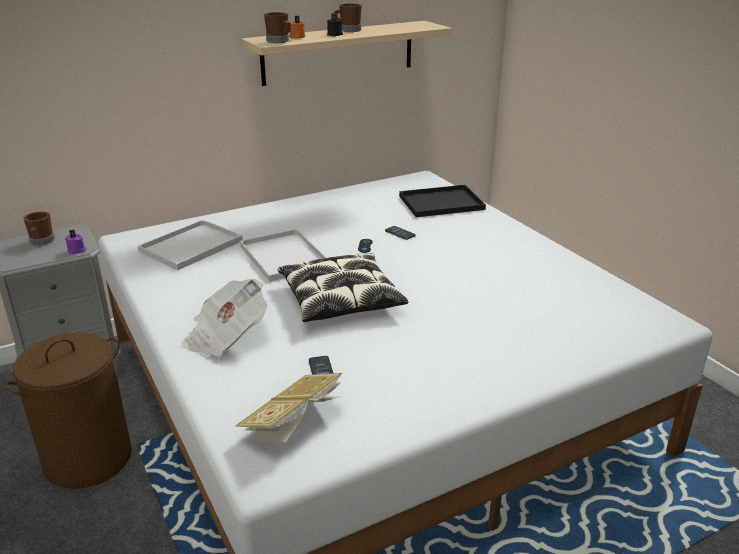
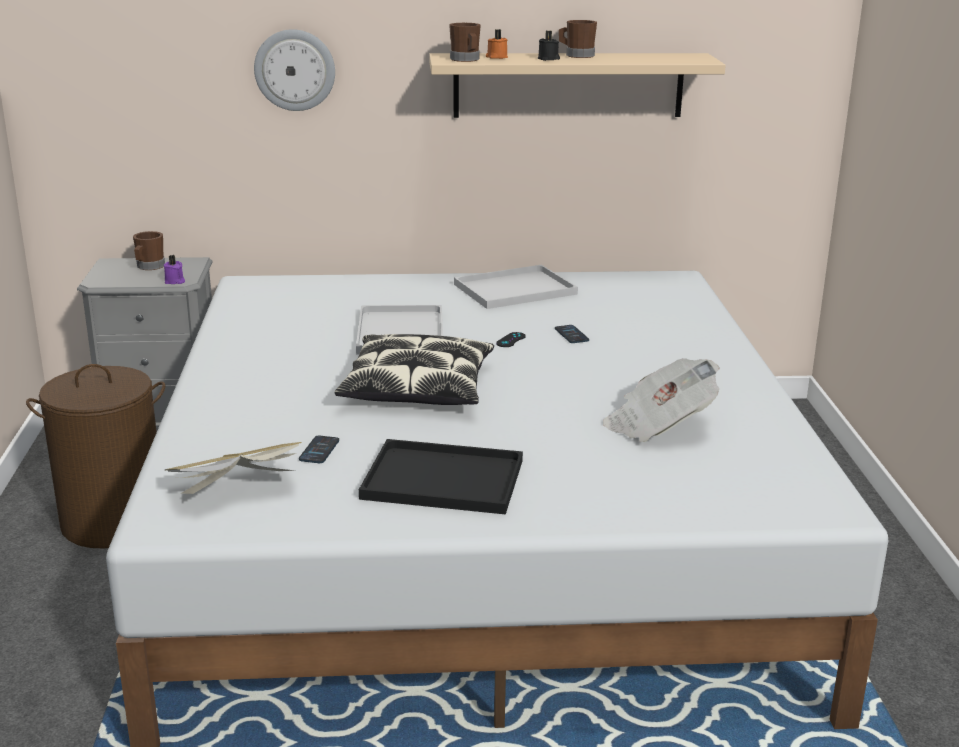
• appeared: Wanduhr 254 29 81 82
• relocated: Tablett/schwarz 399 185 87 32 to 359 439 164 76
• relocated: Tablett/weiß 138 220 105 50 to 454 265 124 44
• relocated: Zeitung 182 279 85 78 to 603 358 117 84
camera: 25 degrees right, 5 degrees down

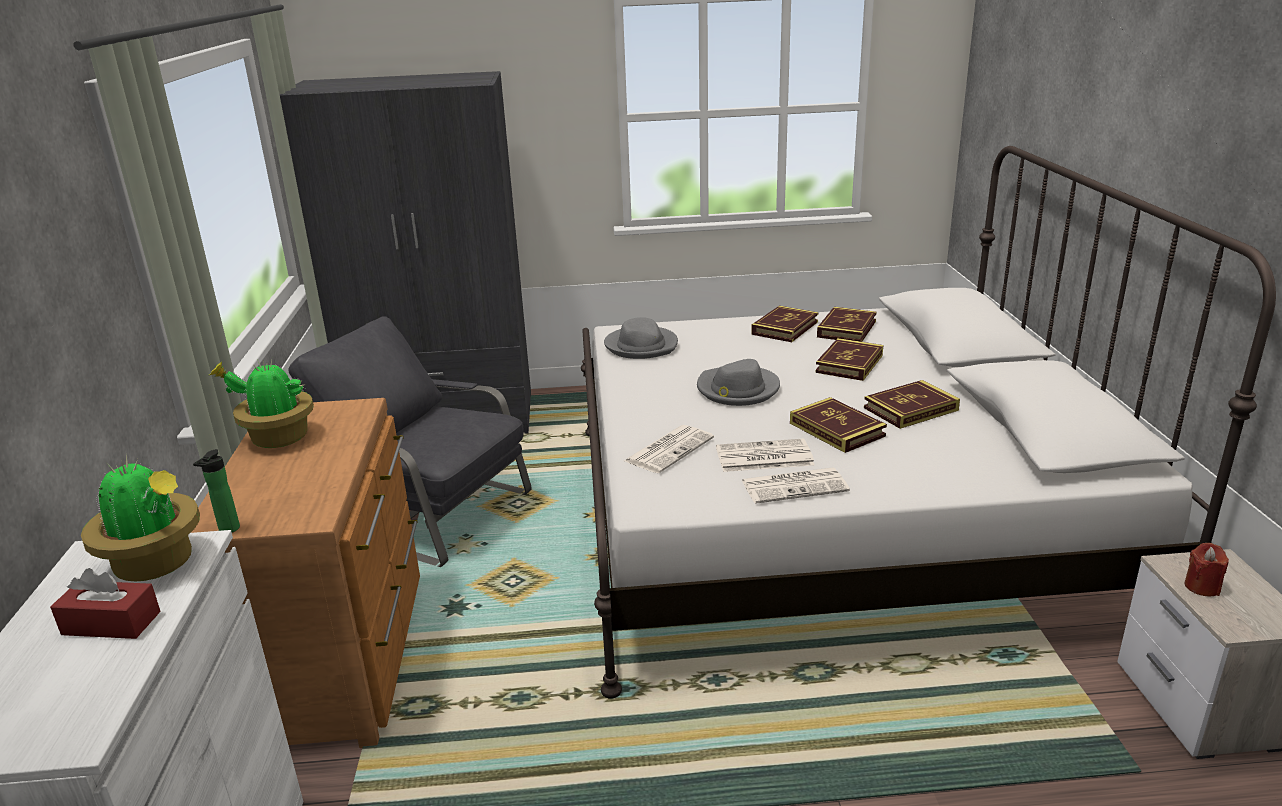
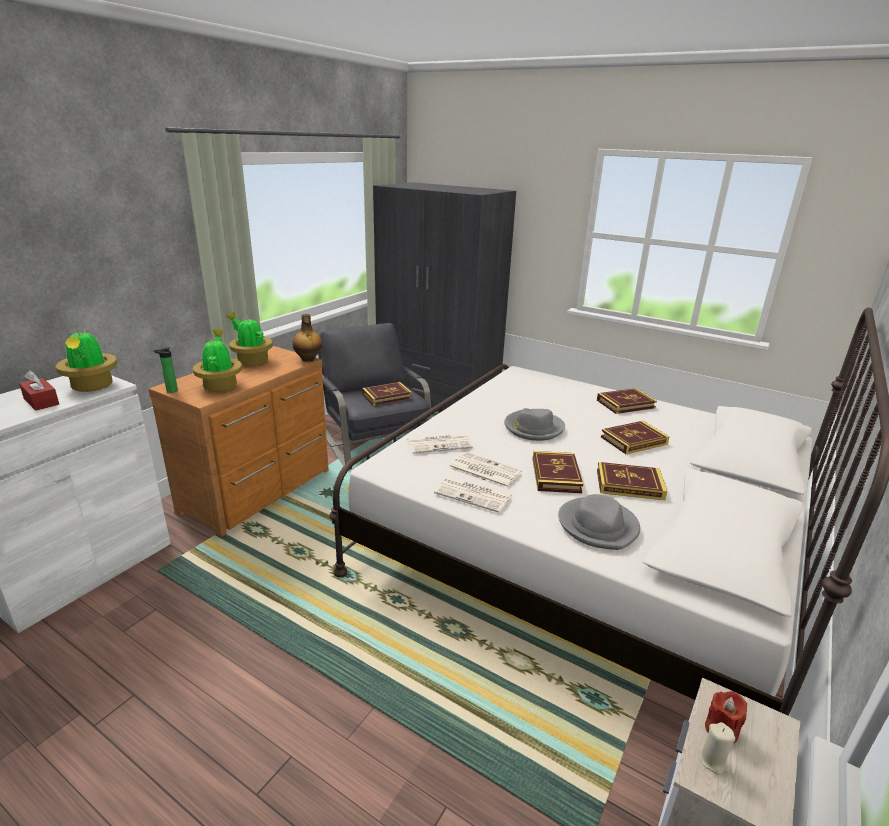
• appeared: Topfpflanze 193 329 49 63
• appeared: Flasche 292 314 30 48
• relocated: Buch 817 307 60 35 to 362 382 50 24
• relocated: Hut/grau 604 317 74 42 to 558 494 82 56
• appeared: Kerze/beige 698 722 37 53
camera: 35 degrees right, 0 degrees up

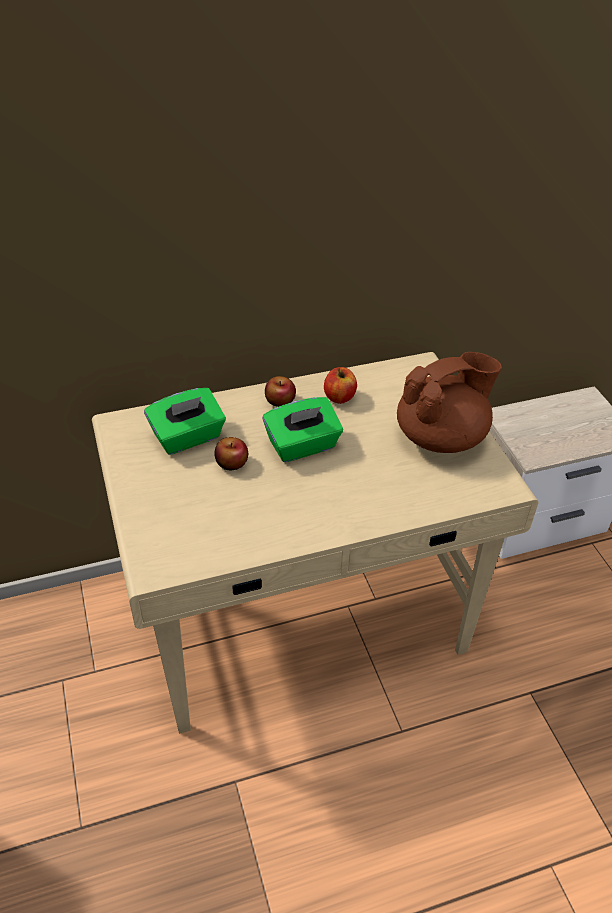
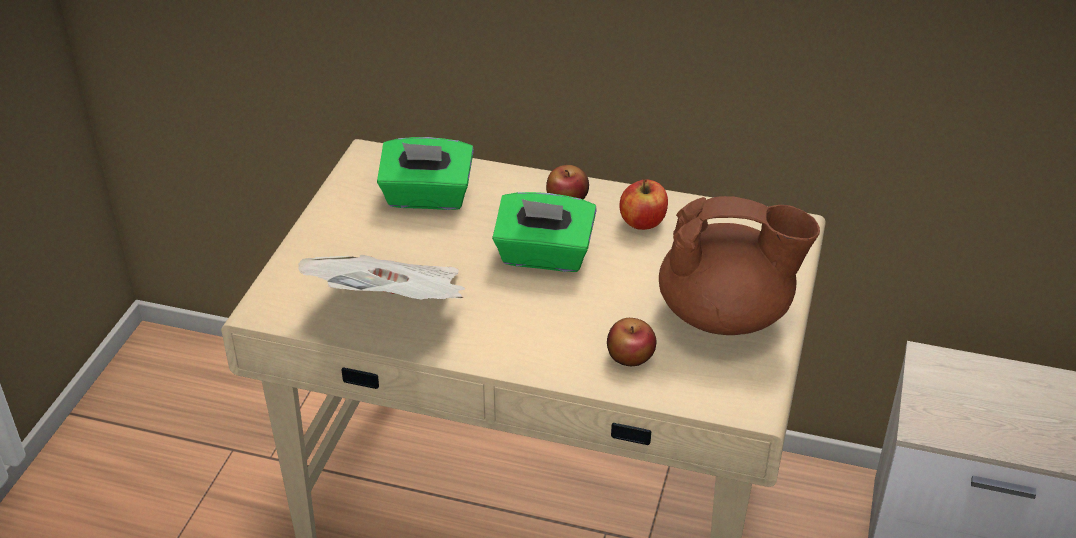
• appeared: Zeitung 298 255 168 44
• relocated: Apfel 215 437 33 33 to 607 318 50 48
camera: 35 degrees right, 5 degrees down

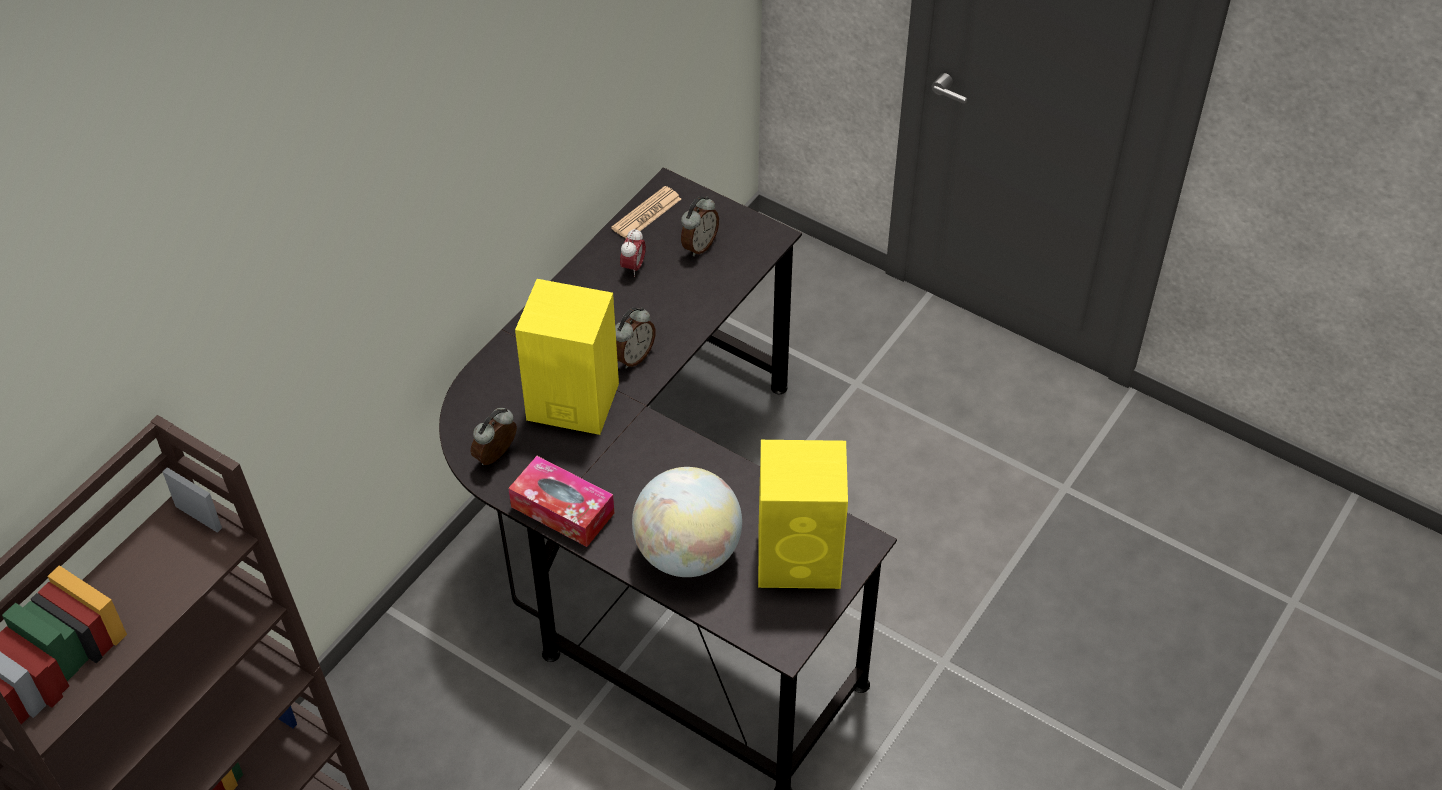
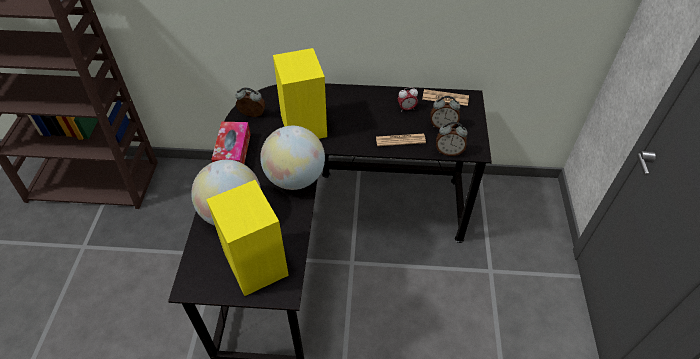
• appeared: Globus 260 126 65 64
• appeared: Zeitung 376 134 50 12
• relocated: Wecker 615 307 40 62 to 436 122 32 34
camera: 60 degrees right, 0 degrees up

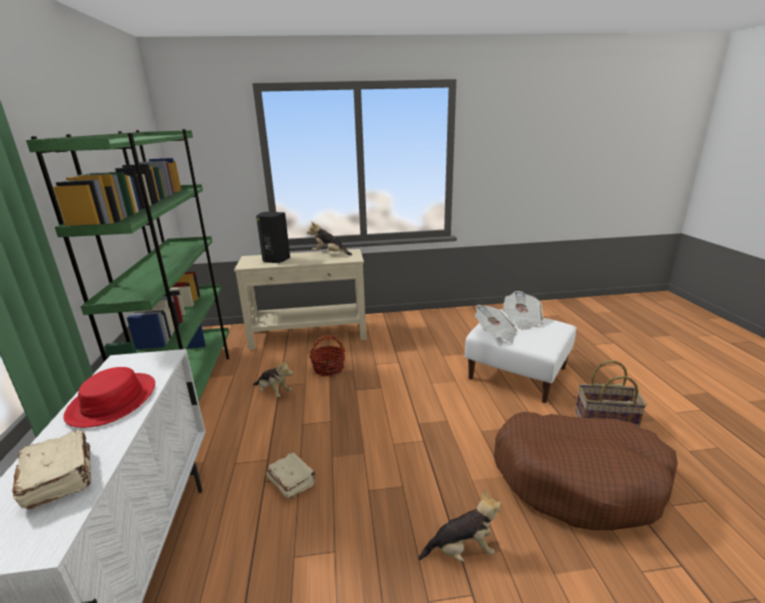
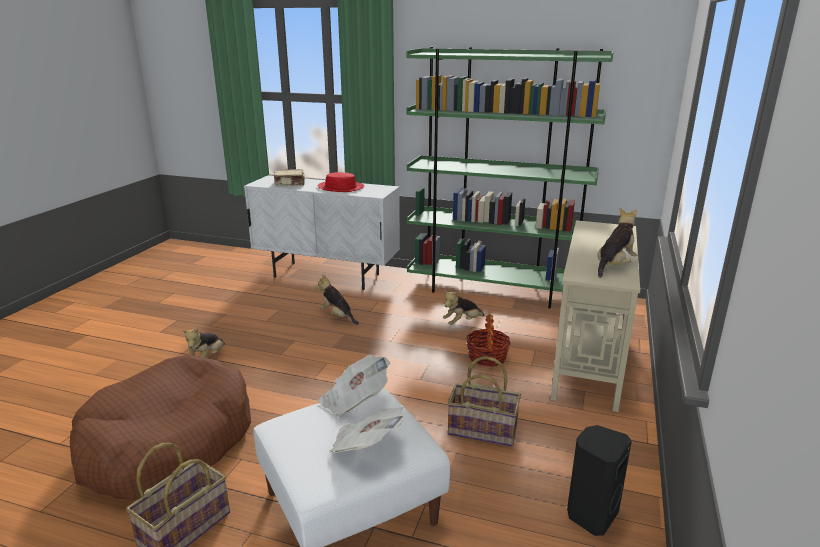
• exchanged: Buch/beige 266 452 50 47 to Plüschtier 315 274 44 51
• appeared: Korb 447 356 74 91
• relocated: Lautsprecher/schwarz 256 212 34 51 to 567 425 65 111
camera: 115 degrees right, 0 degrees up

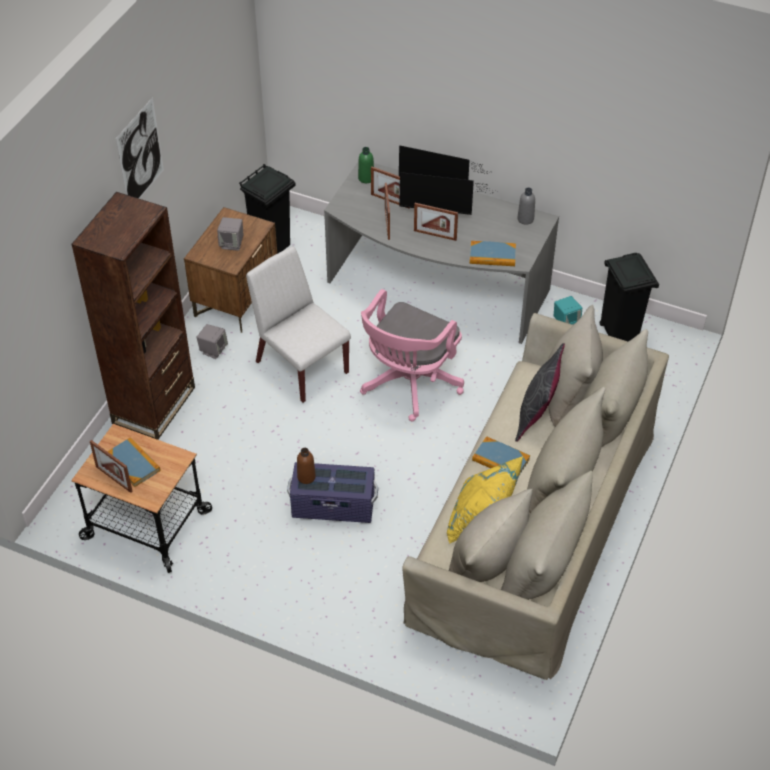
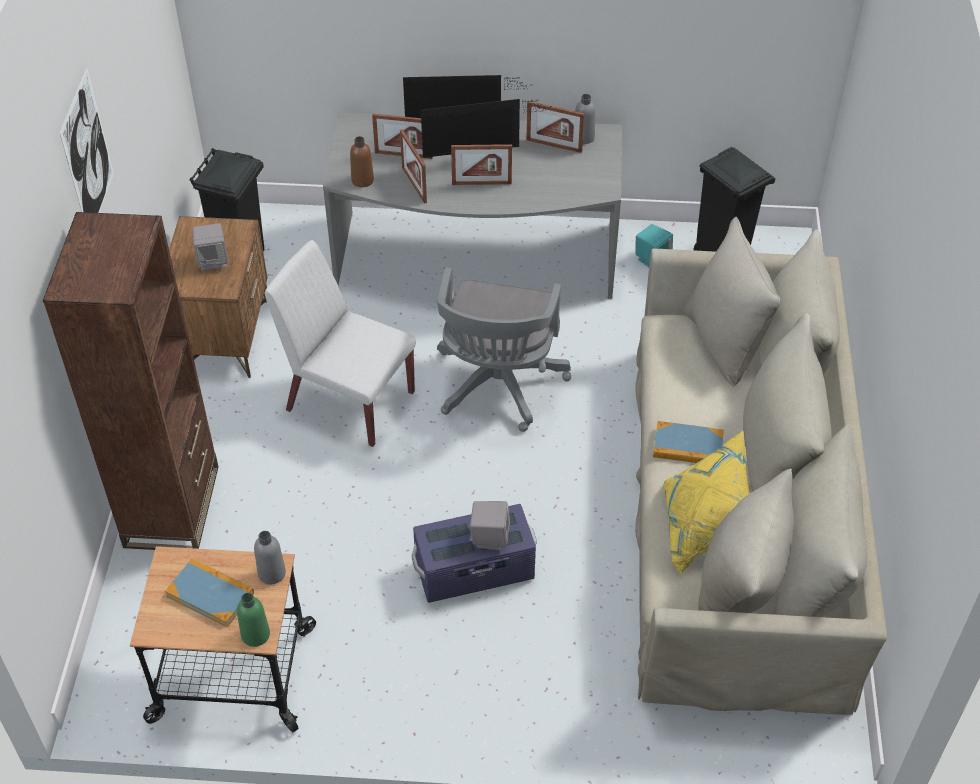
• relocated: Flasche/grün 358 147 16 36 to 237 593 33 54
• appeared: Flasche/grau 254 531 32 53
• relocated: Flasche/braun 297 448 19 36 to 350 136 24 51
• colour: Bürostuhl/rosa 360 289 104 132 to Bürostuhl/grau 437 267 134 165
• relocated: Lautsprecher/grau 197 324 31 35 to 470 501 40 49
• relocated: Bilderrahmen 90 440 43 53 to 527 101 58 52
• missing: Buch 470 241 46 25
• missing: Kissen/grau 515 343 50 99
camera: 20 degrees left, 0 degrees up

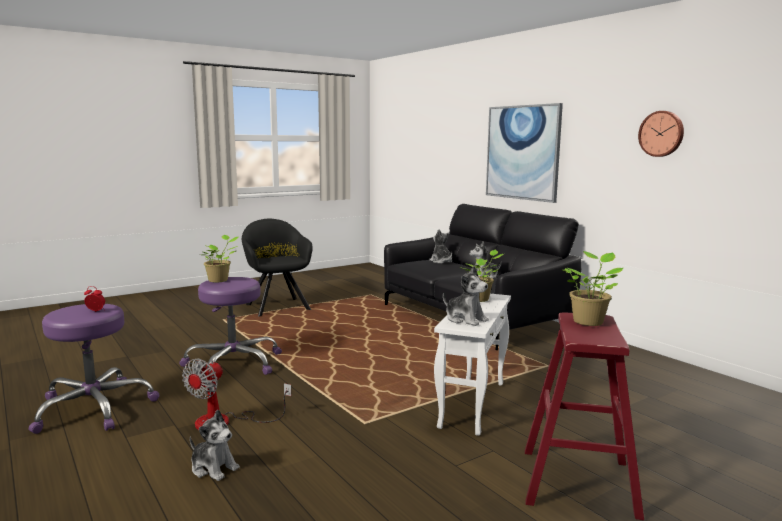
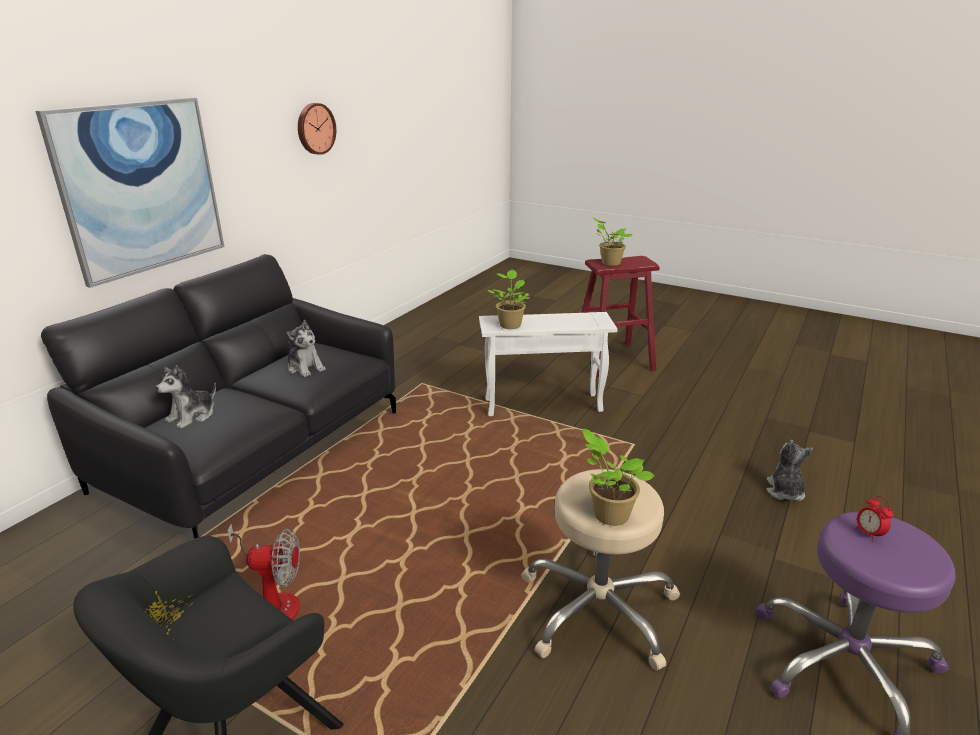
• relocated: Ventilator 182 358 109 72 to 228 524 72 95
• colour: Hocker/lila 179 277 103 98 to Hocker/beige 521 469 159 201
• missing: Plüschtier 443 266 46 60
camera: 115 degrees left, 15 degrees up

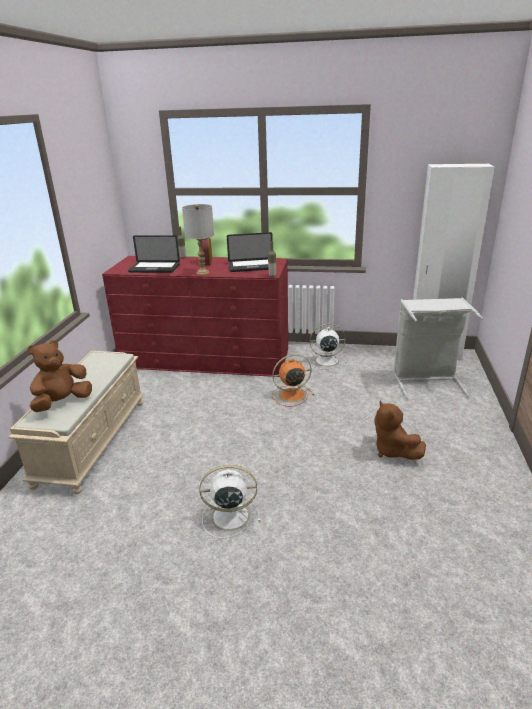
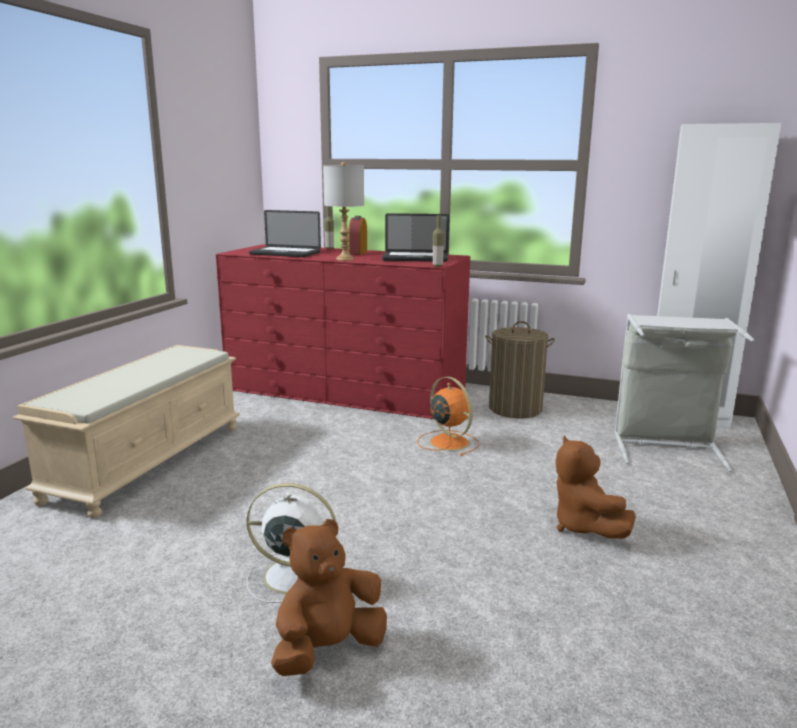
• relocated: Plüschtier/braun 28 340 64 72 to 271 519 116 157
• spun: Ventilator/orange 272 354 42 53 = 417 377 62 79 60 degrees clockwise
• exchanged: Ventilator/weiß 309 323 38 47 to Wäschekorb 485 321 70 97
camera: 10 degrees right, 10 degrees down

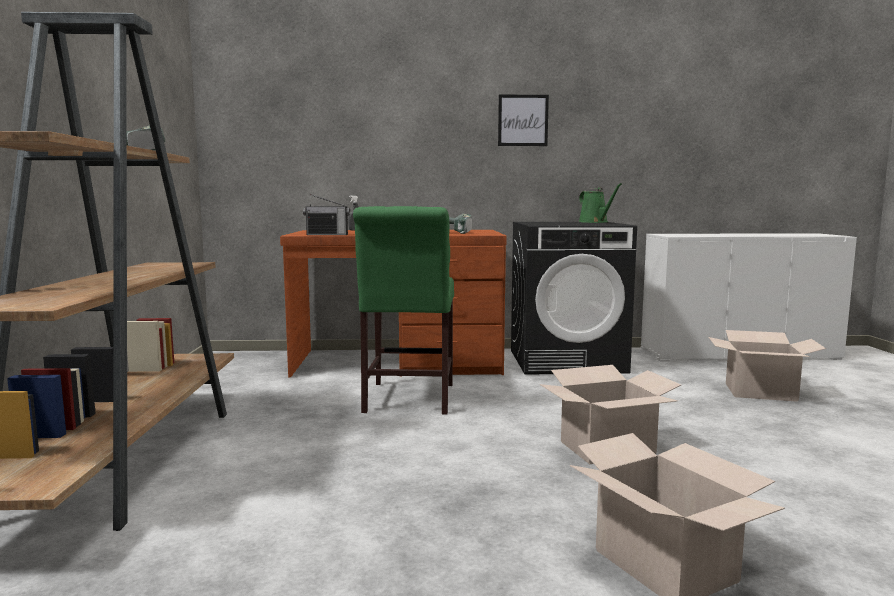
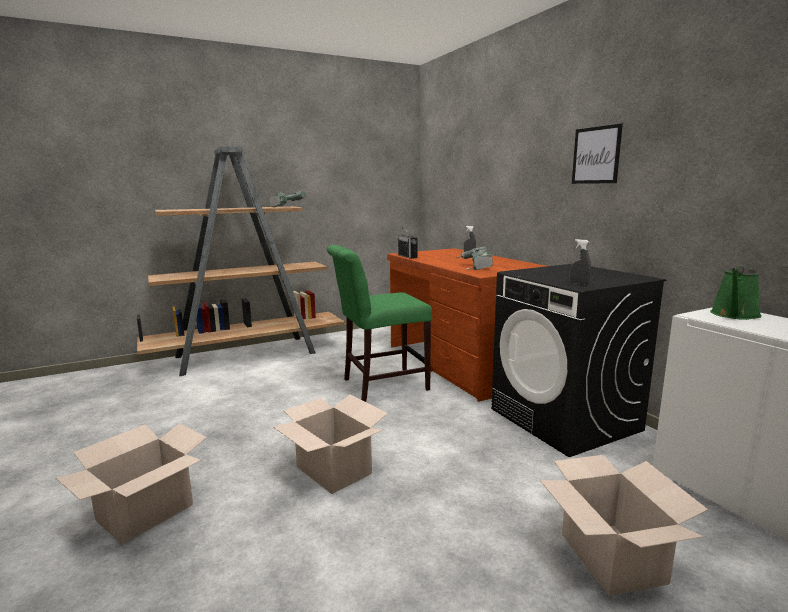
• appeared: Sprühflasche/grau 570 239 21 46
• relocated: Gießkanne/grün 579 183 43 40 to 710 266 52 54
camera: 65 degrees right, 5 degrees up

